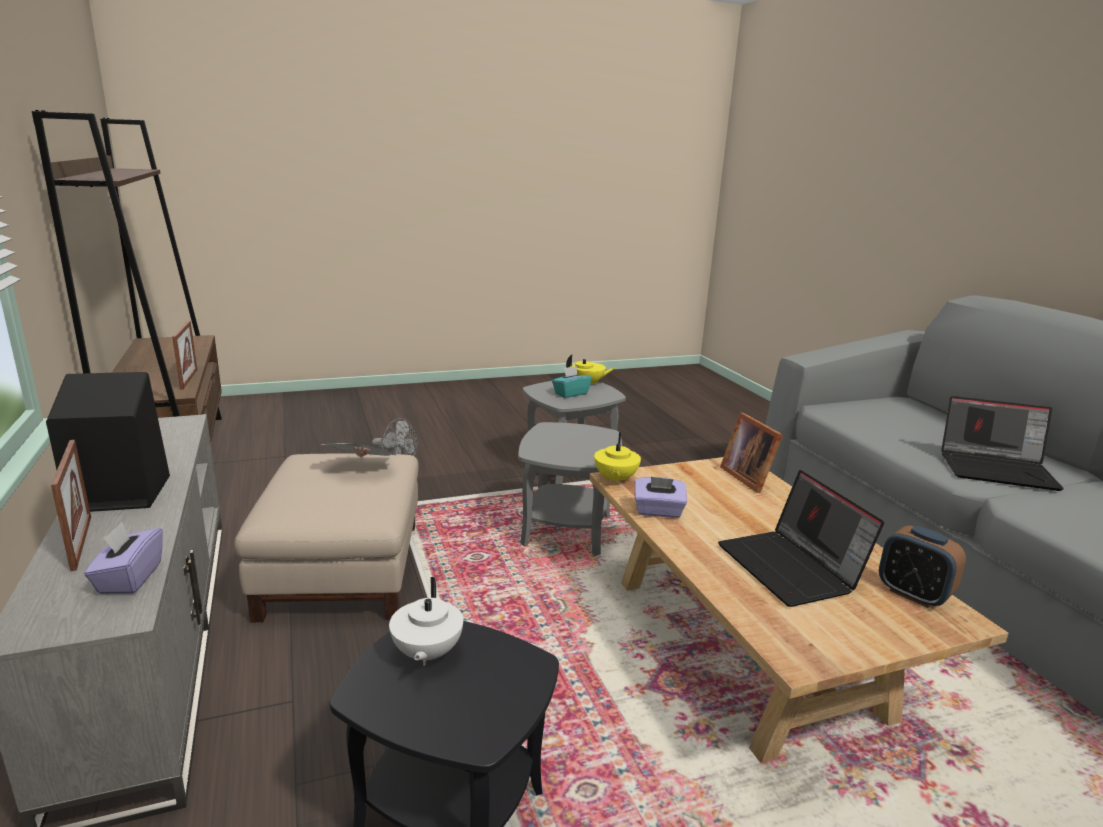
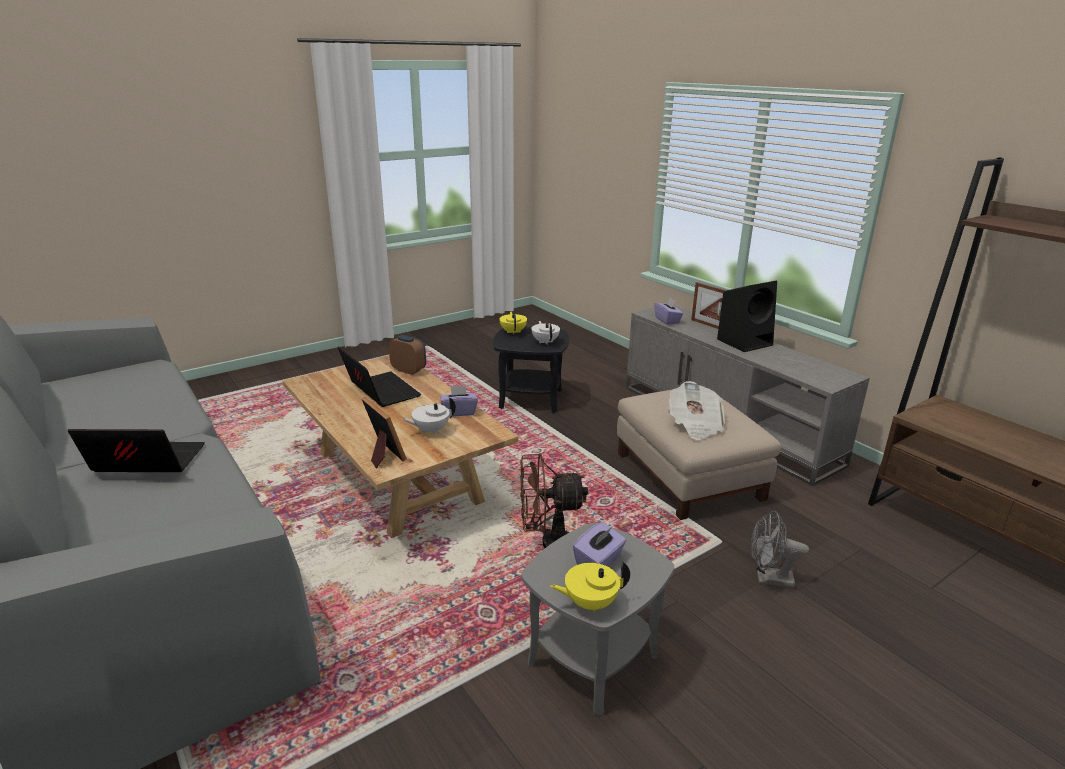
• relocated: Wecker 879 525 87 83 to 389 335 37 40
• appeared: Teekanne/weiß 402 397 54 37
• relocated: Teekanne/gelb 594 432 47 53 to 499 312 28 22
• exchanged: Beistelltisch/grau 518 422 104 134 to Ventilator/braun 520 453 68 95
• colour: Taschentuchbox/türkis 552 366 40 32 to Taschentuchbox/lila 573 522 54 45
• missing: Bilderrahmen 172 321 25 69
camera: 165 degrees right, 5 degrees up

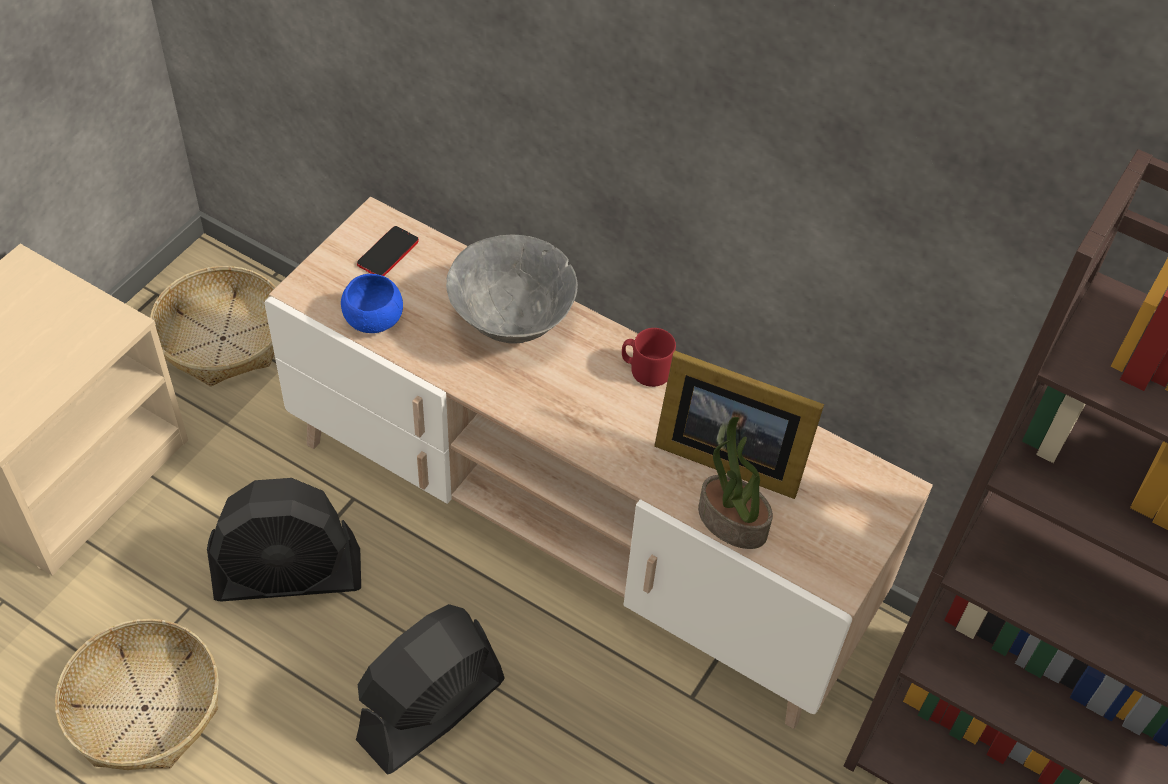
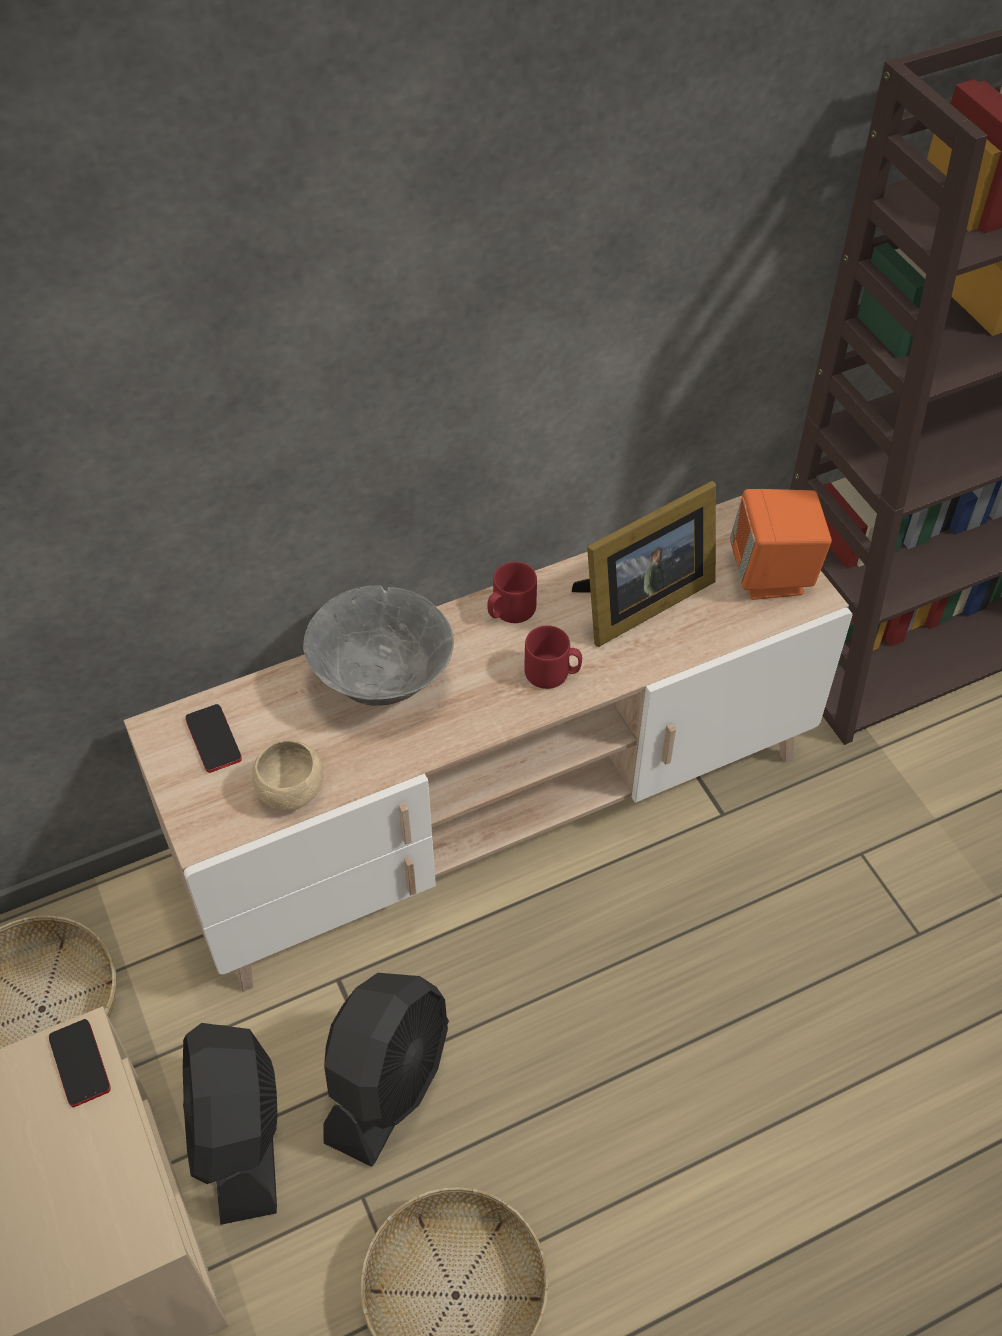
• appeared: Handy 49 1019 62 88
• relocated: Ventilator/schwarz 356 604 149 171 to 183 1023 95 202
• colour: Schüssel/blau 341 274 62 59 to Schüssel/beige 252 740 71 70
• appeared: Henkelbecher/rot 524 625 58 64
• appeared: Lautsprecher/orange 730 489 102 111
• missing: Topfpflanze 698 417 75 132
camera: 55 degrees left, 0 degrees up

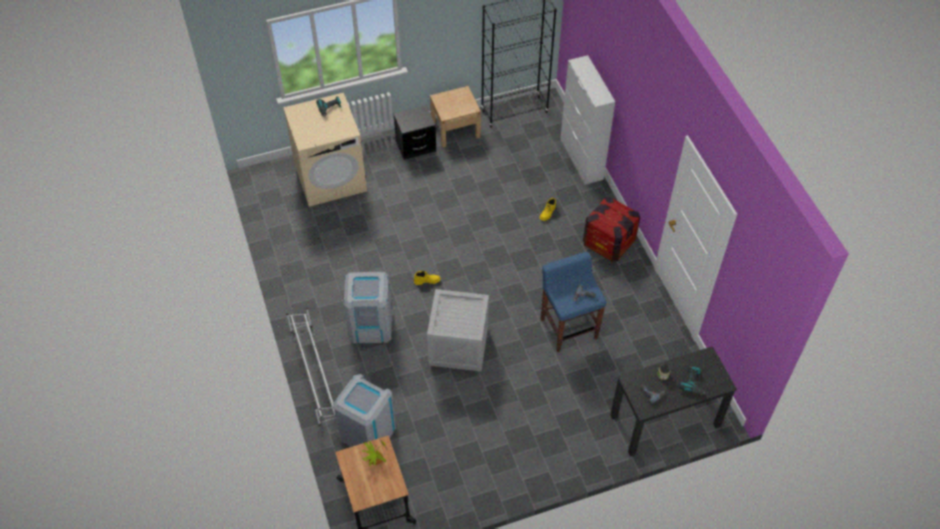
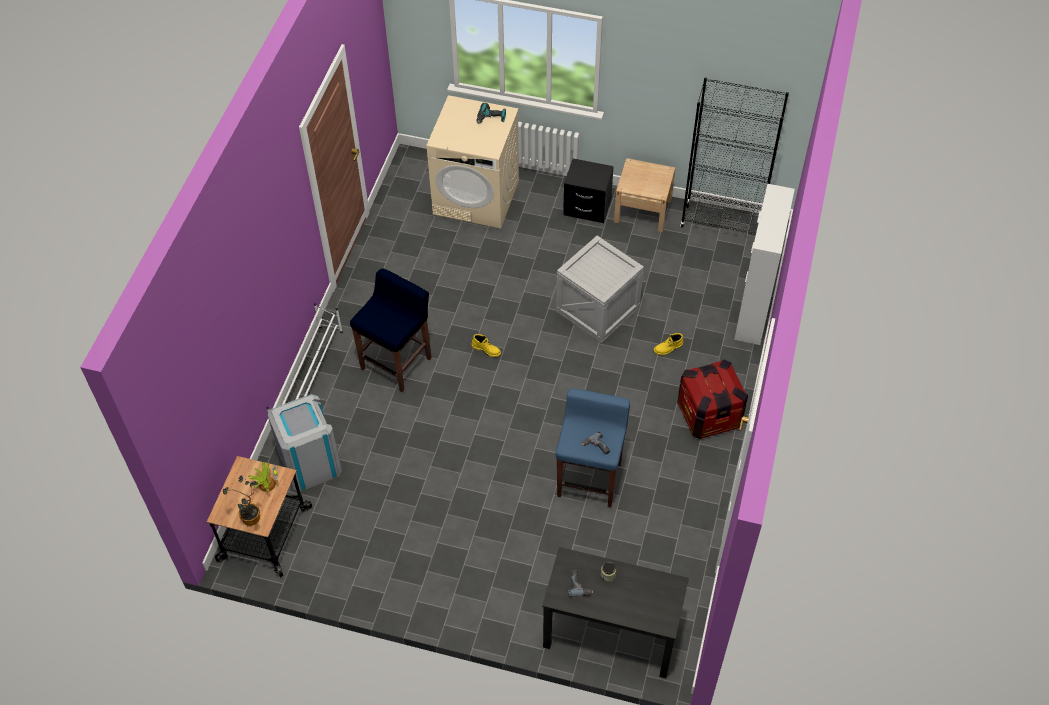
• appeared: Topfpflanze 223 476 37 50
• exchanged: Mülleimer/grau 344 272 48 71 to Hocker/blau 350 268 82 124
• relocated: Kiste 427 289 62 83 to 556 235 88 108
• missing: Bohrmaschine 678 366 28 29
camera: 35 degrees right, 0 degrees up

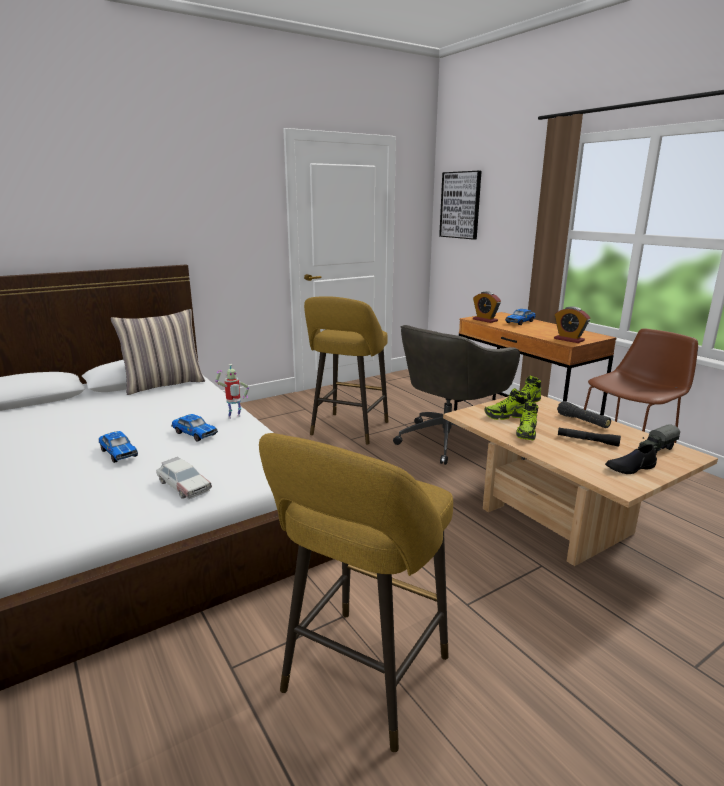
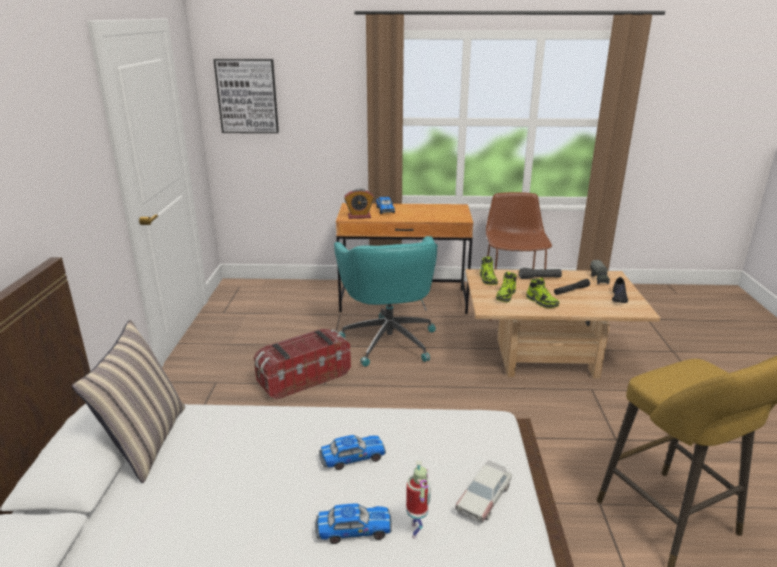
• exchanged: Hocker/gelb 304 296 84 148 to Aufbewahrungsbox 254 329 97 71
• colour: Bürostuhl/grau 393 325 127 140 to Bürostuhl/türkis 334 236 104 131
• relocated: Spielzeugroboter 215 364 34 55 to 406 461 25 78
• spun: Spielzeugauto 156 457 56 42 = 455 460 57 64 135 degrees clockwise
• missing: Wecker 554 307 36 36
camera: 55 degrees left, 5 degrees up

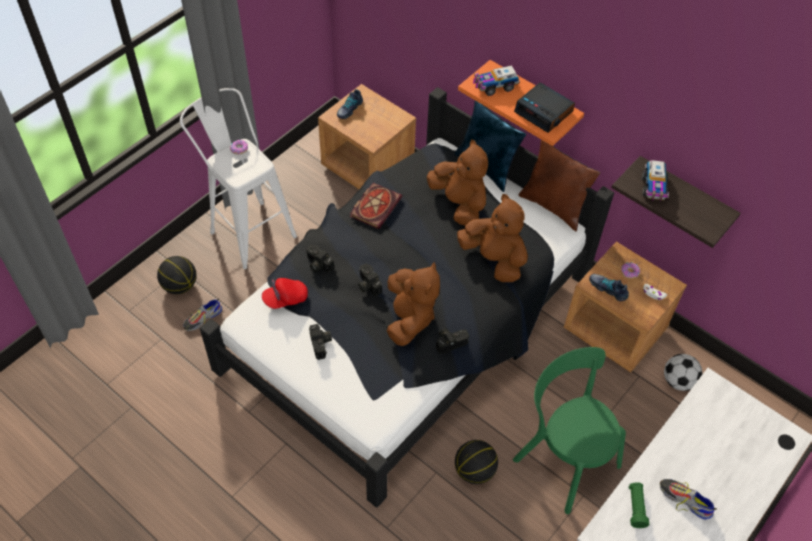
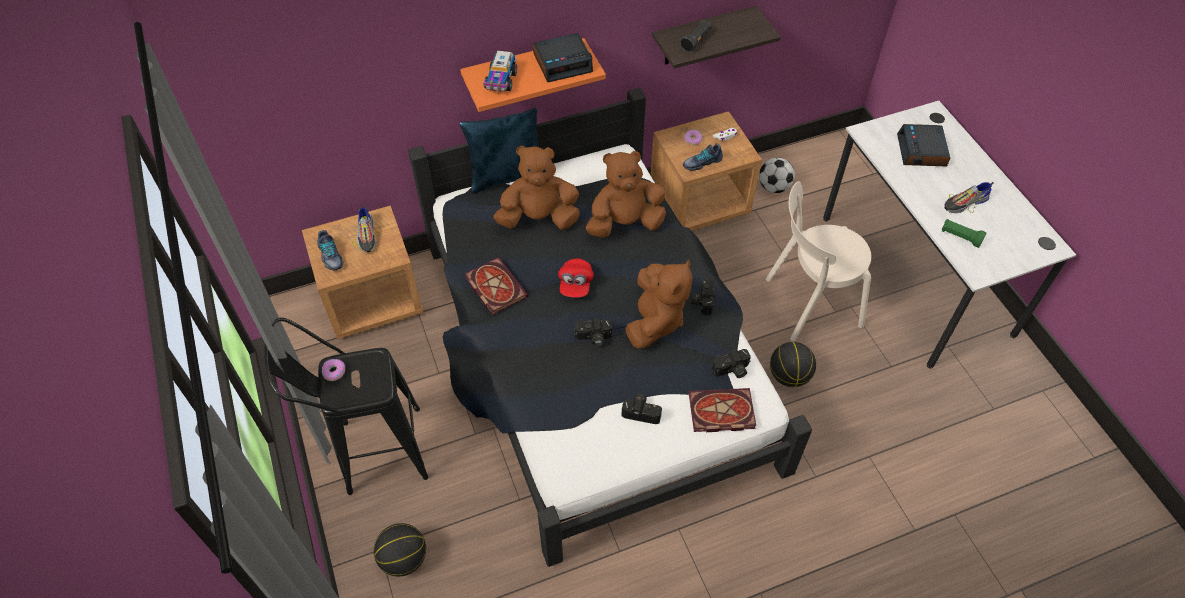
• colour: Hocker/weiß 180 88 117 181 to Hocker/schwarz 264 317 164 178
• relocated: Schuh 183 299 39 32 to 352 205 28 47
• relocated: Kappe/rot 262 278 46 31 to 558 258 36 40
• spun: Plüschtier/braun 387 262 53 84 = 625 259 68 89 75 degrees clockwise
• exchanged: Spielzeuglaster 642 160 27 41 to Taschenlampe/schwarz 680 20 32 32
• appeared: Buch 689 388 67 44
• relocated: Kamera 306 244 28 29 to 711 349 40 29
• colour: Stuhl/grün 513 347 113 167 to Stuhl/beige 766 181 106 160
• appeared: Wecker 897 124 53 42
• missing: Kissen/braun 519 140 81 91
camera: 60 degrees left, 0 degrees up

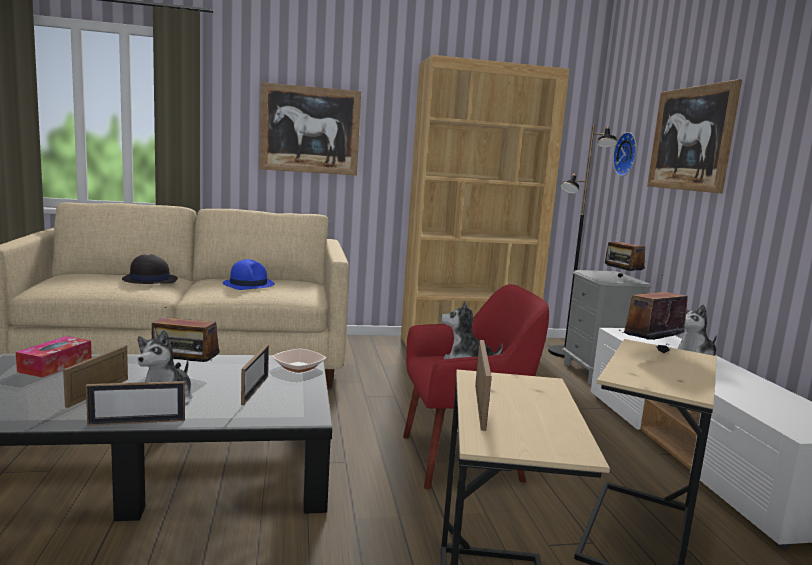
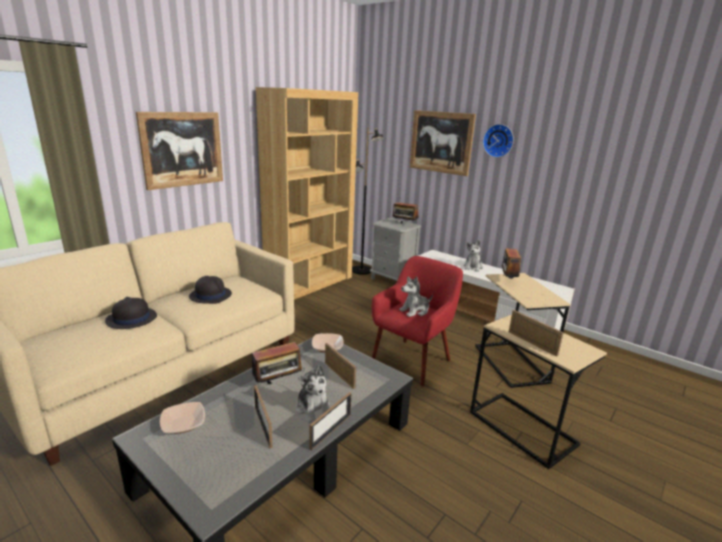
• exchanged: Taschentuchbox 16 336 76 42 to Schüssel 160 402 45 32
• colour: Hut/blau 223 259 52 31 to Hut/schwarz 189 276 43 28
• relocated: Wanduhr 613 132 24 44 to 483 124 31 34
camera: 40 degrees left, 10 degrees up

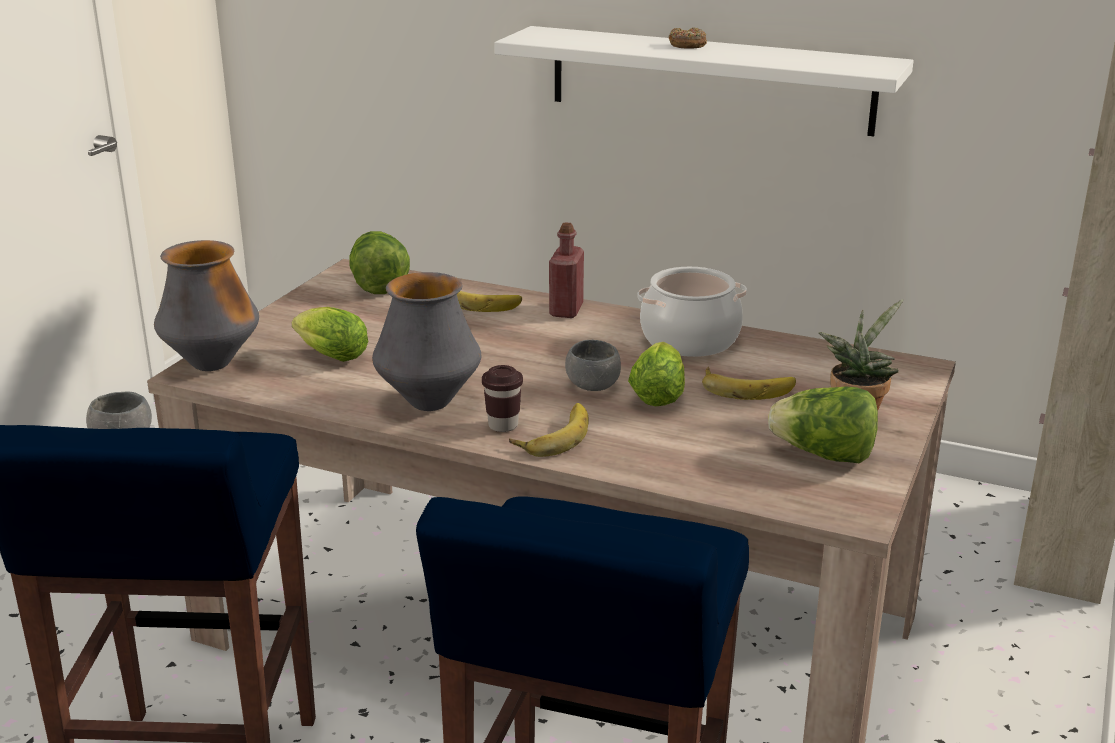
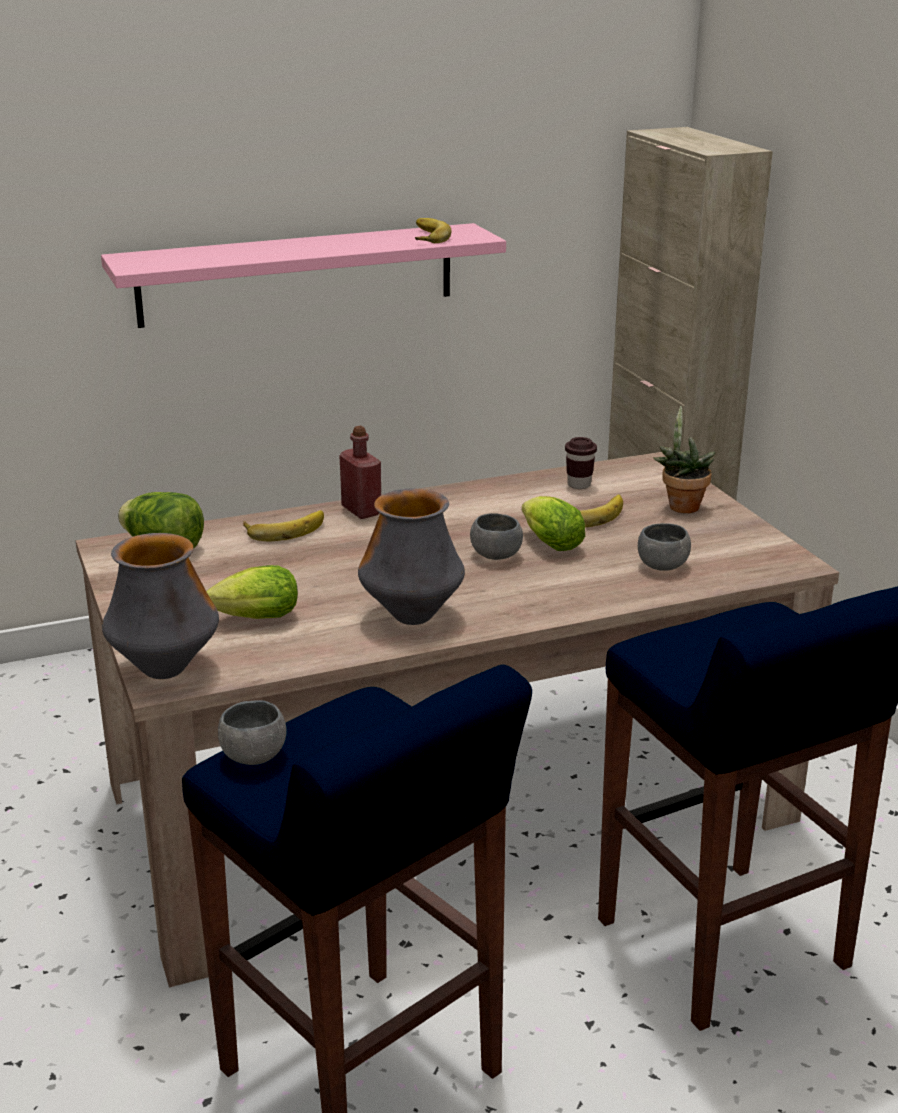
• colour: Wandregal/weiß 494 26 420 110 to Wandregal/rosa 101 223 405 105
• relocated: Banane 509 403 79 54 to 415 218 37 25
• relocated: Tasse/braun 482 365 41 67 to 565 437 32 52
• appeared: Schüssel/grau 638 523 53 48
• missing: Kochtopf 638 267 109 90
• missing: Donut 669 27 38 22
• missing: Salatkopf 768 386 110 77
camera: 45 degrees left, 0 degrees up

